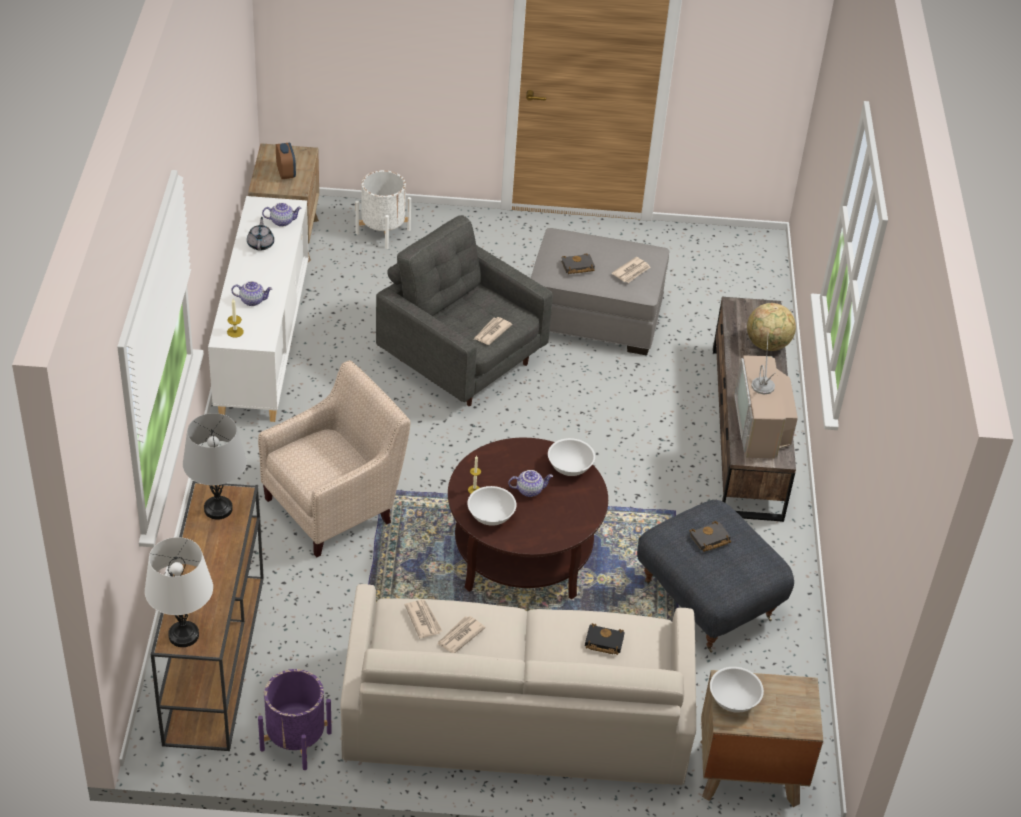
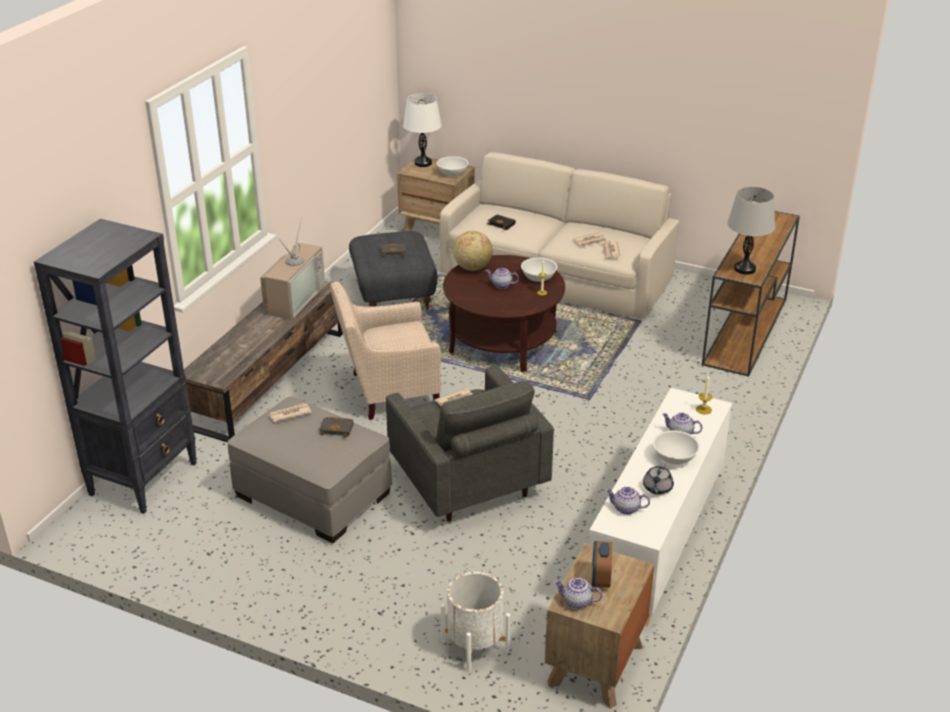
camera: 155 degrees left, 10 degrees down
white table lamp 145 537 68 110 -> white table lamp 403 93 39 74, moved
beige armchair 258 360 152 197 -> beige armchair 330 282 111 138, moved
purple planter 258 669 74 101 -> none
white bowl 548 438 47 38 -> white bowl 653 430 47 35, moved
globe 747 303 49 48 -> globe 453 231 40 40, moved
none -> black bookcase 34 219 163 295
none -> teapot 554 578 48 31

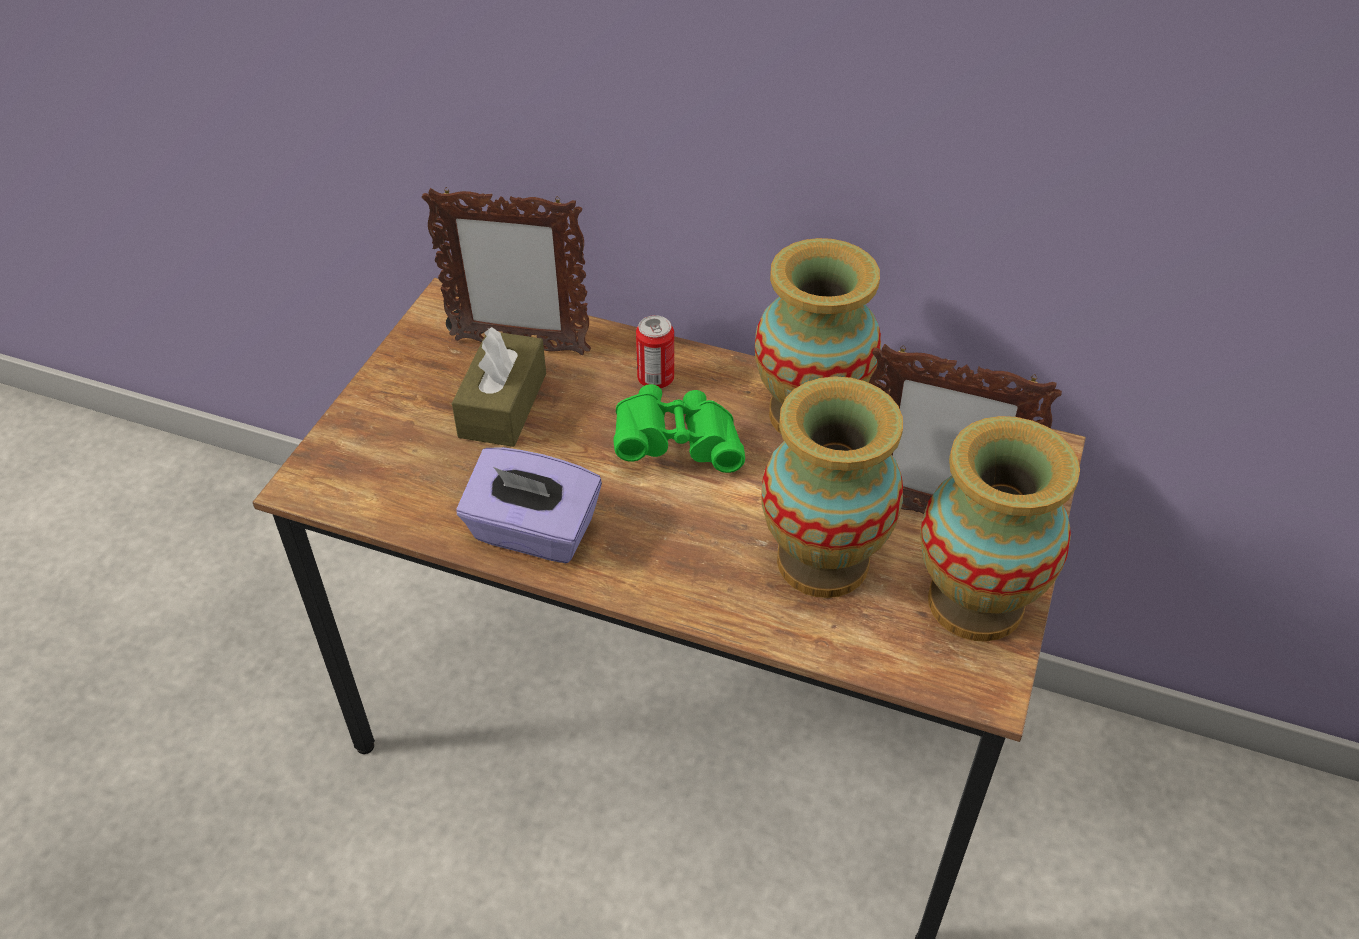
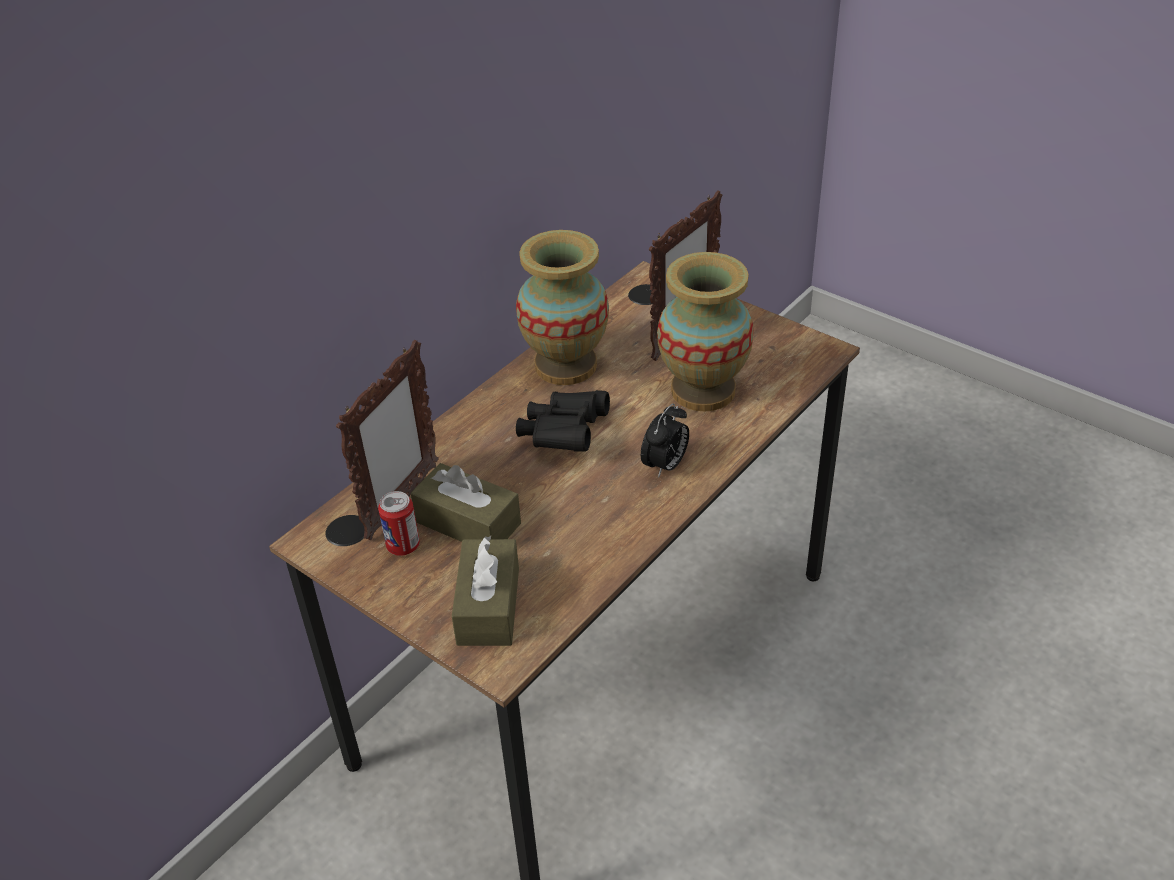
camera: 70 degrees left, 5 degrees down
purple tissue box 456 447 146 116 -> none
green binoculars 613 384 132 89 -> black binoculars 516 390 94 62
can 636 315 38 73 -> can 378 491 42 65, moved
vase 920 416 160 226 -> none
none -> brown tissue box 452 536 67 110
none -> alarm clock 641 403 48 75

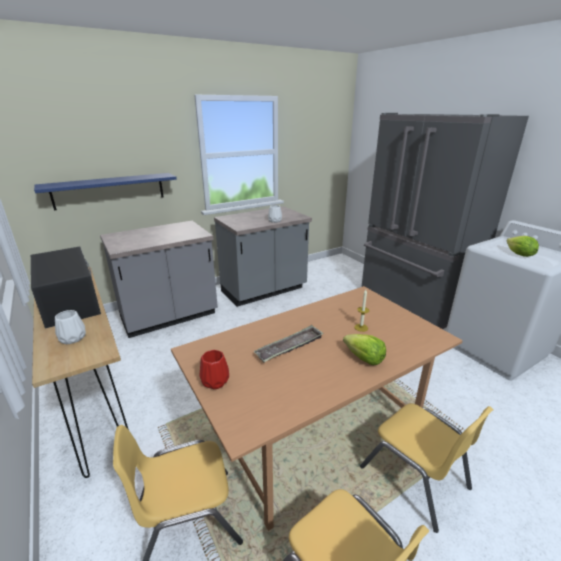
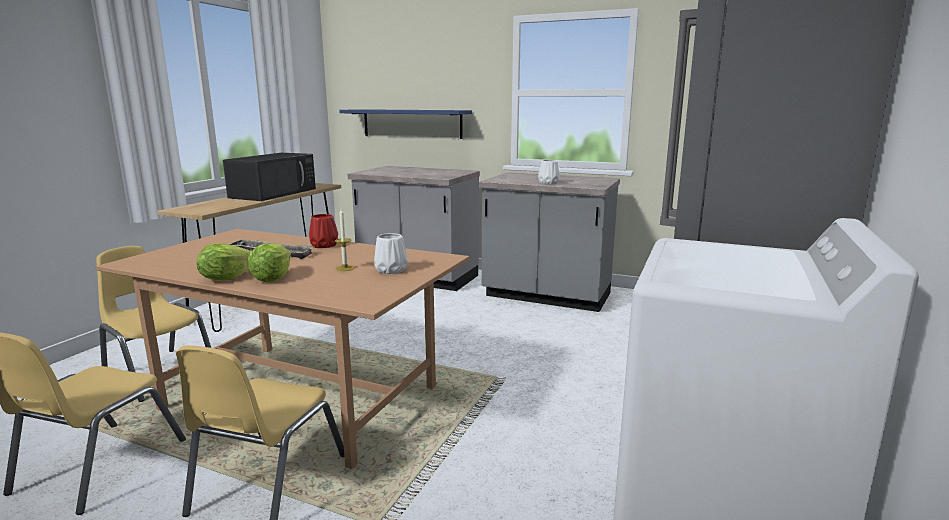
camera: 55 degrees right, 10 degrees down
white vase 55 310 31 34 -> white vase 374 233 34 41, moved
red vase 199 350 30 39 -> red vase 309 214 29 34, moved
lettuce 507 236 32 21 -> lettuce 197 244 55 36, moved

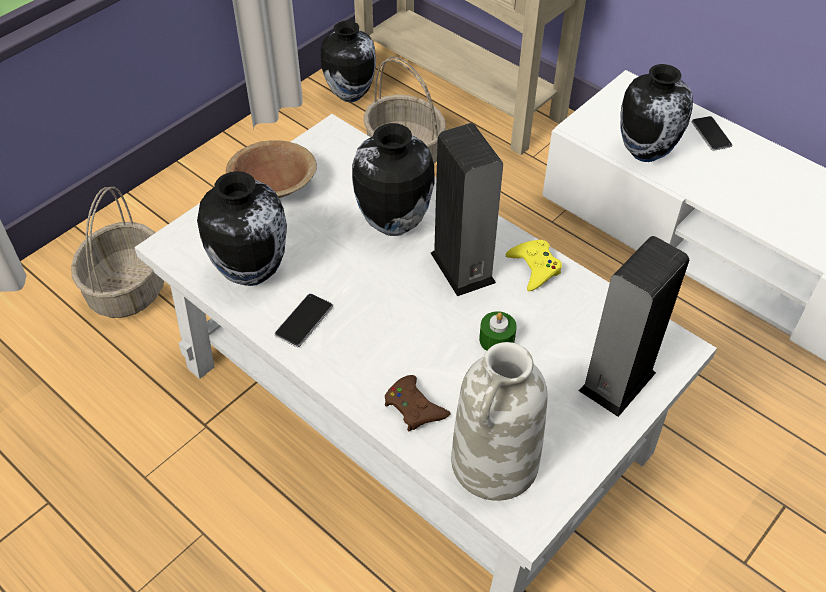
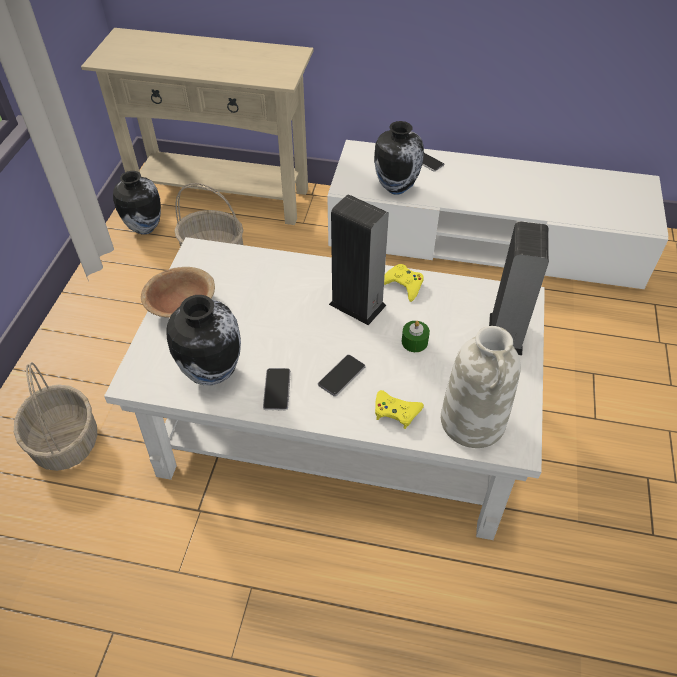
camera: 30 degrees left, 0 degrees up
vase 352 123 83 113 -> none
brown game controller 385 375 66 57 -> yellow game controller 375 390 49 39
none -> phone 318 355 47 42

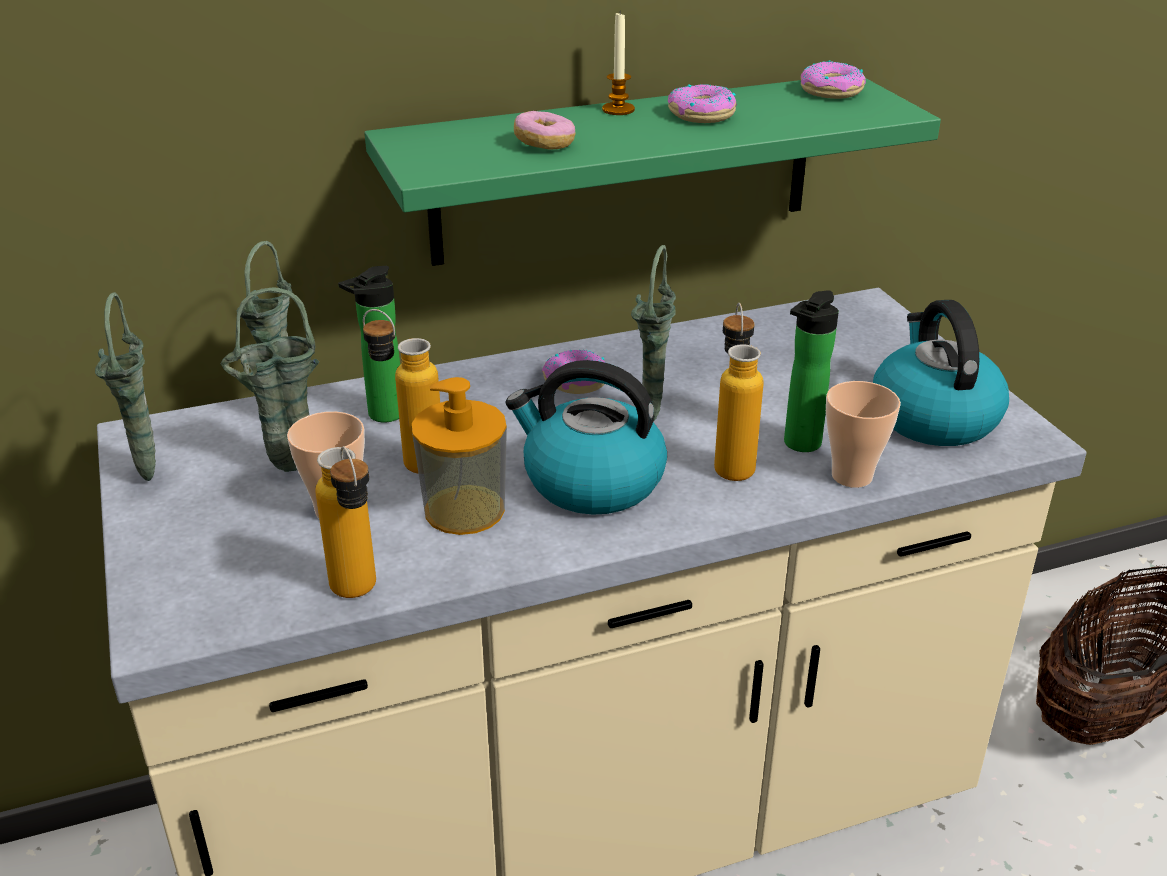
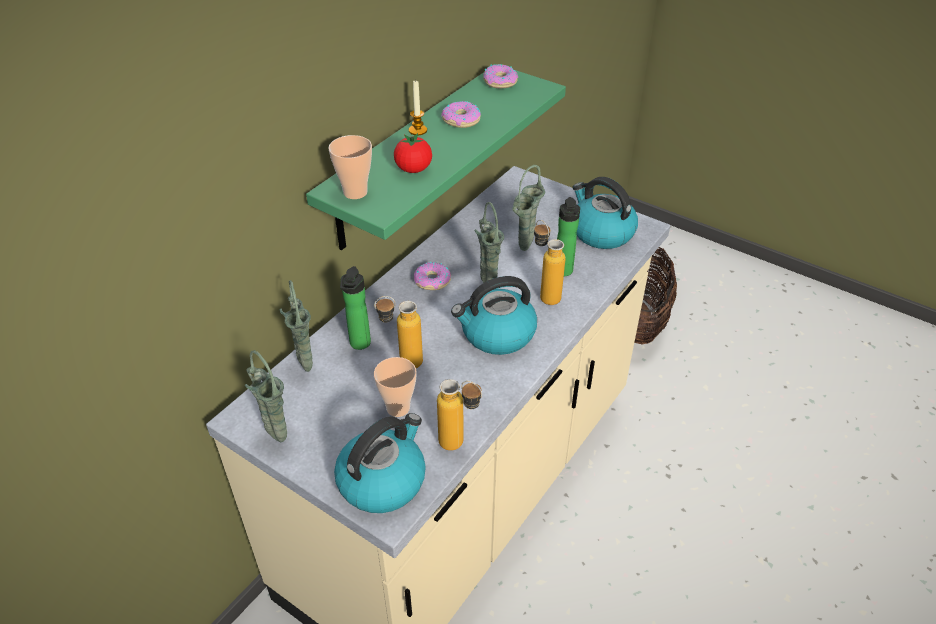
camera: 35 degrees left, 10 degrees up
green vase 221 288 98 184 -> green vase 512 165 33 86, moved
soap dispenser 412 377 95 158 -> none
donut 514 111 62 39 -> tomato 394 133 38 40
cup 826 381 75 107 -> cup 328 135 44 64, moved
none -> kettle 334 413 92 100

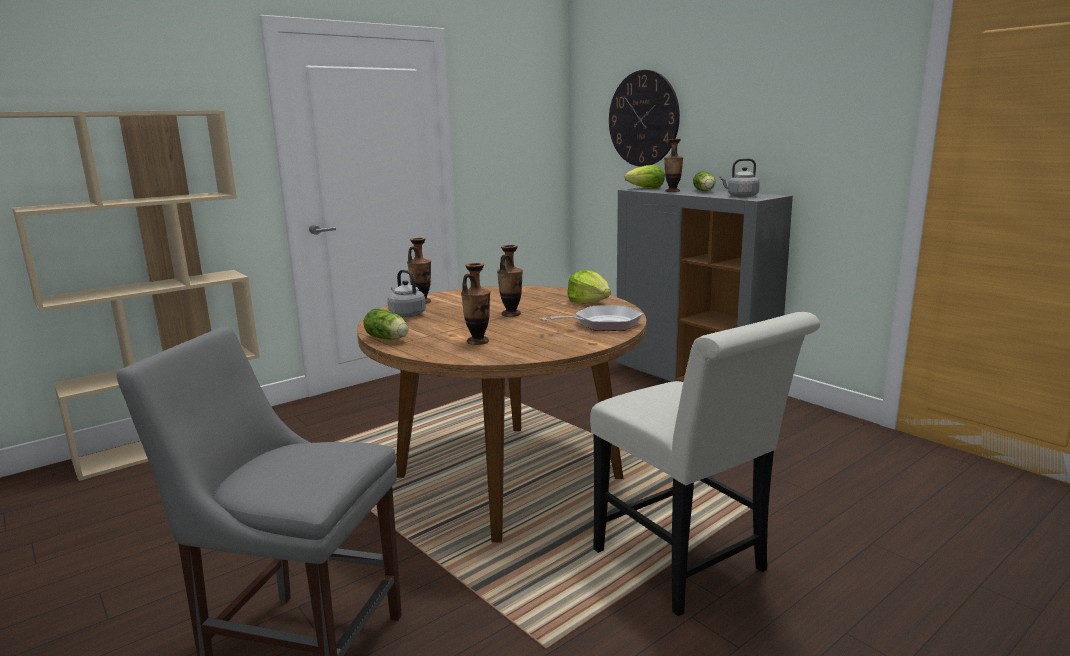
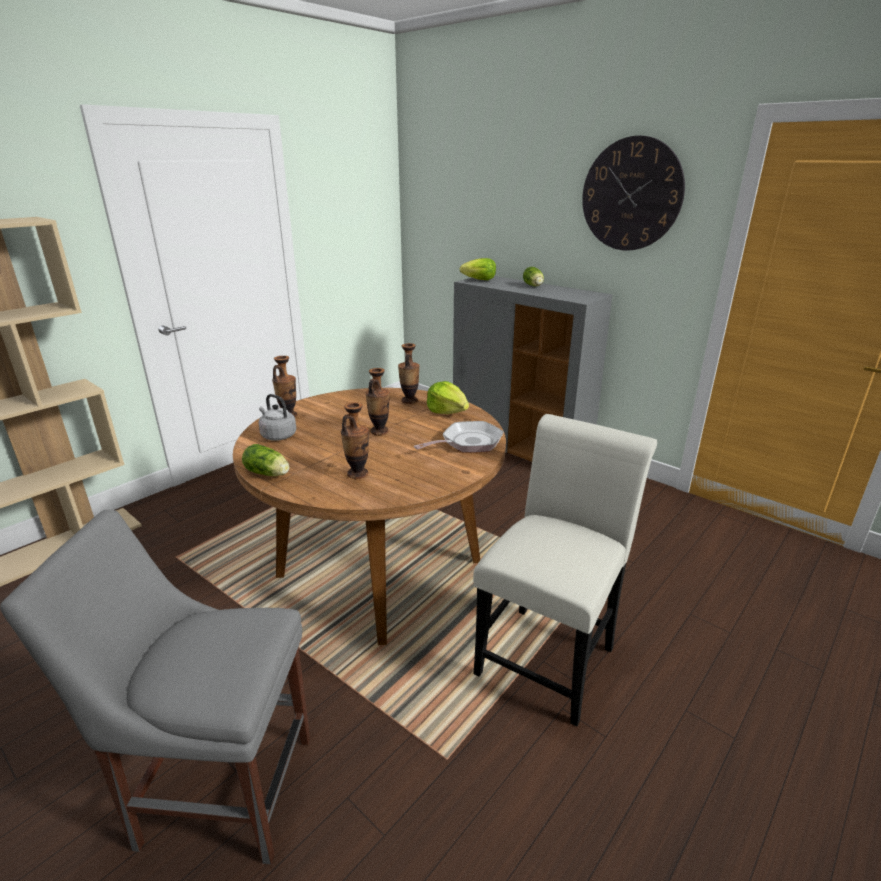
camera: 10 degrees left, 10 degrees up
white chair 590 312 230 304 -> white chair 473 414 184 312, 105 degrees counterclockwise
wall clock 609 70 71 97 -> wall clock 582 136 103 114, moved
vase 664 139 19 53 -> vase 398 343 22 61, moved
grey kettle 719 158 41 39 -> none

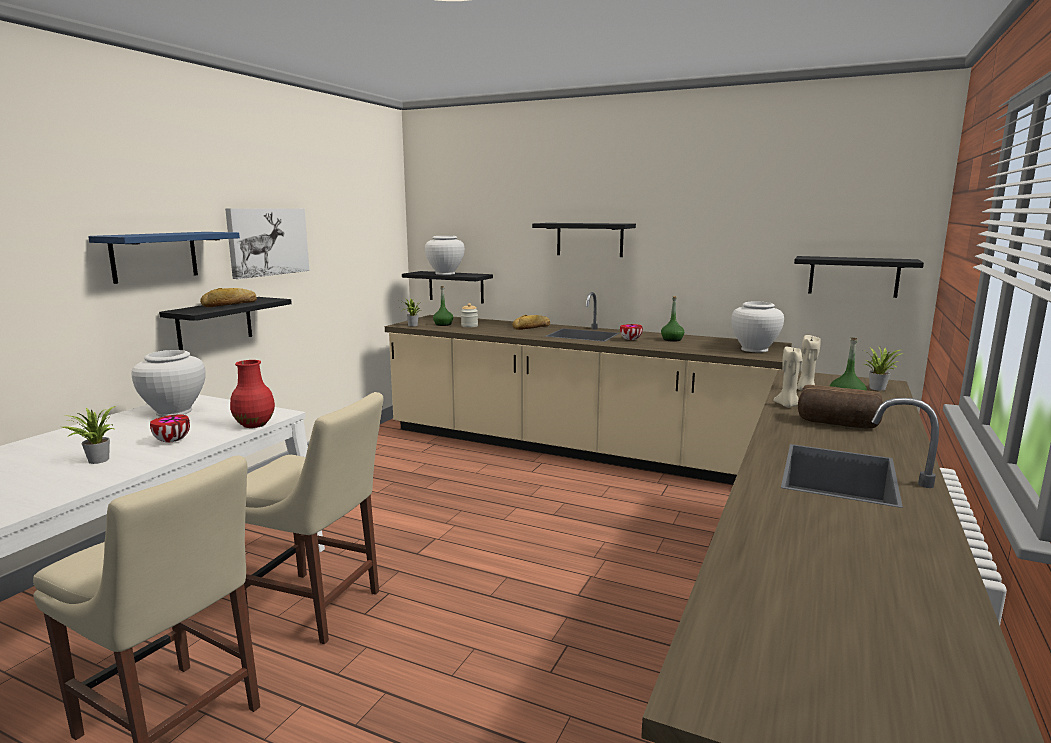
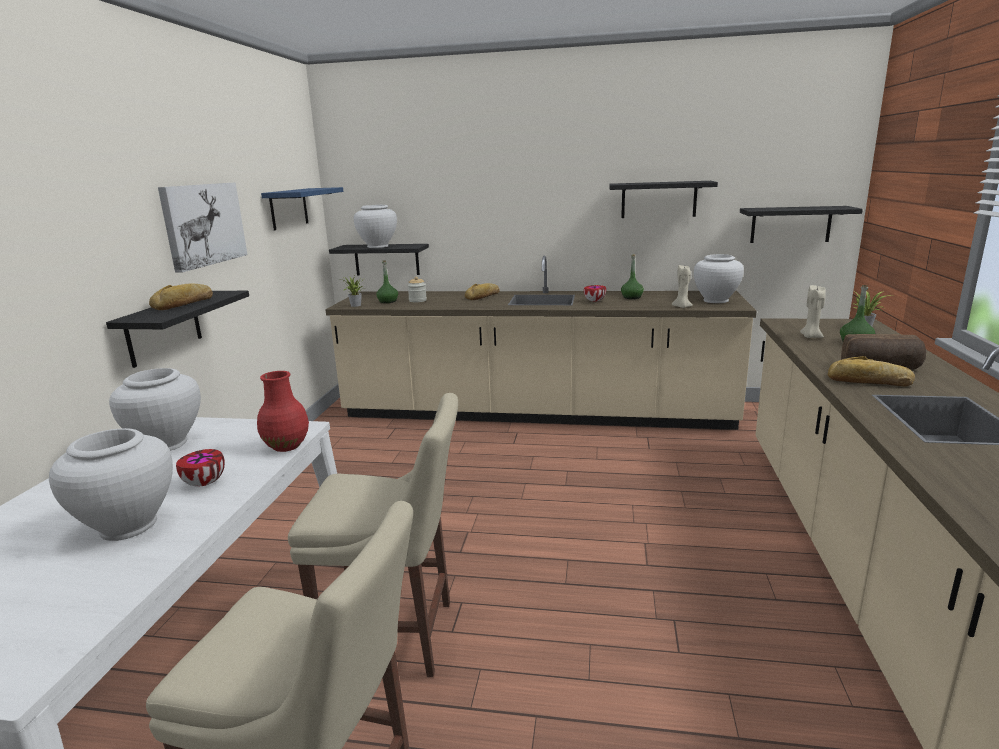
camera: 15 degrees left, 5 degrees up
potted plant 62 406 54 58 -> white vase 49 428 124 113
blue shelf 88 232 152 52 -> blue shelf 261 187 83 43, moved
black shelf 532 223 104 34 -> black shelf 609 181 109 37, moved
beige candle 773 346 29 61 -> beige candle 672 265 21 43, moved
none -> bread 828 356 87 31

